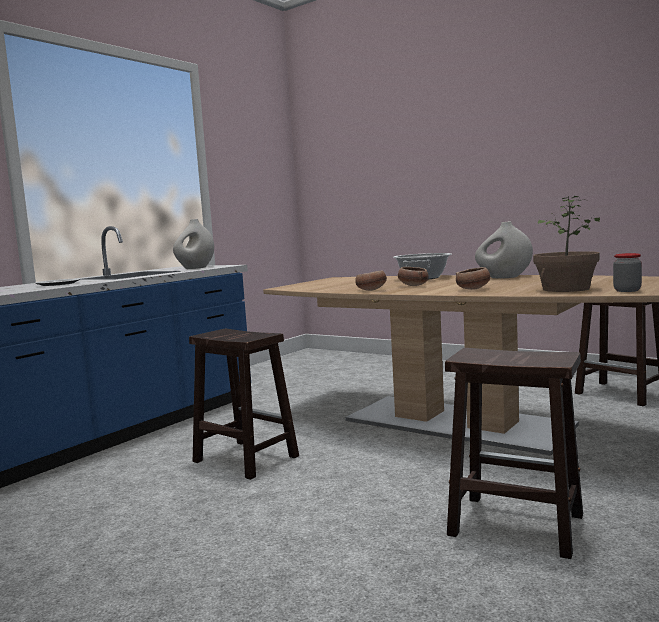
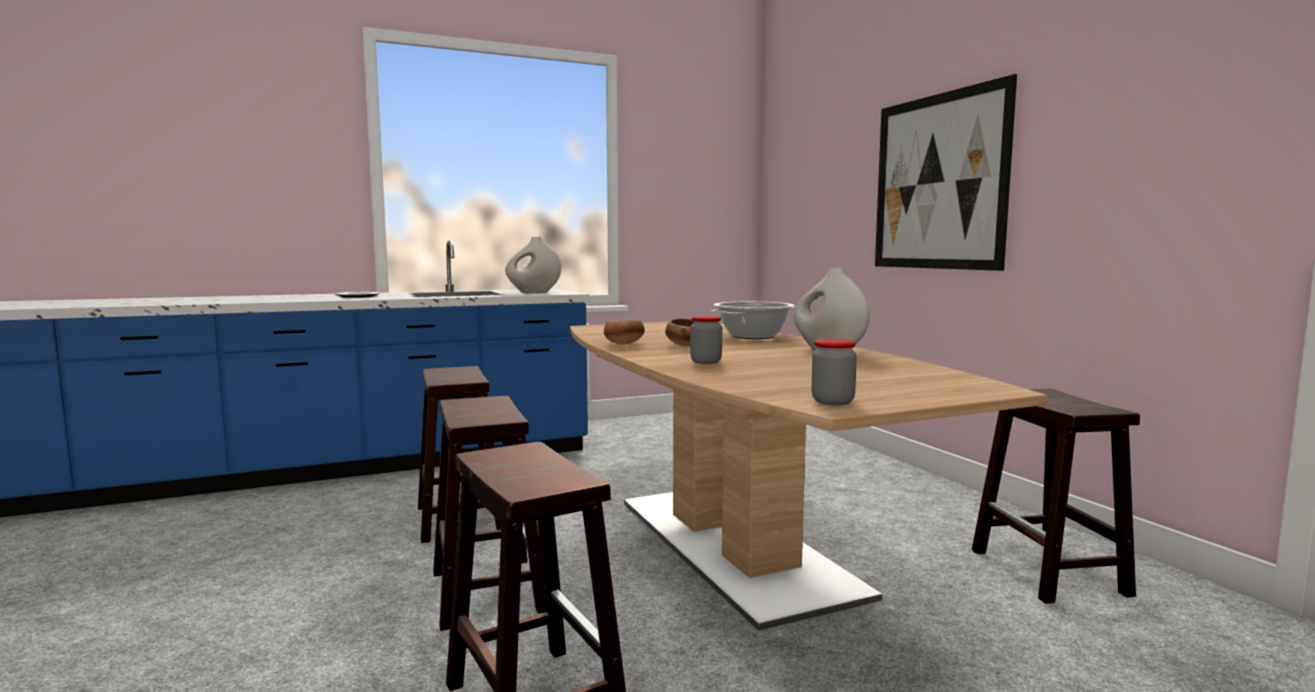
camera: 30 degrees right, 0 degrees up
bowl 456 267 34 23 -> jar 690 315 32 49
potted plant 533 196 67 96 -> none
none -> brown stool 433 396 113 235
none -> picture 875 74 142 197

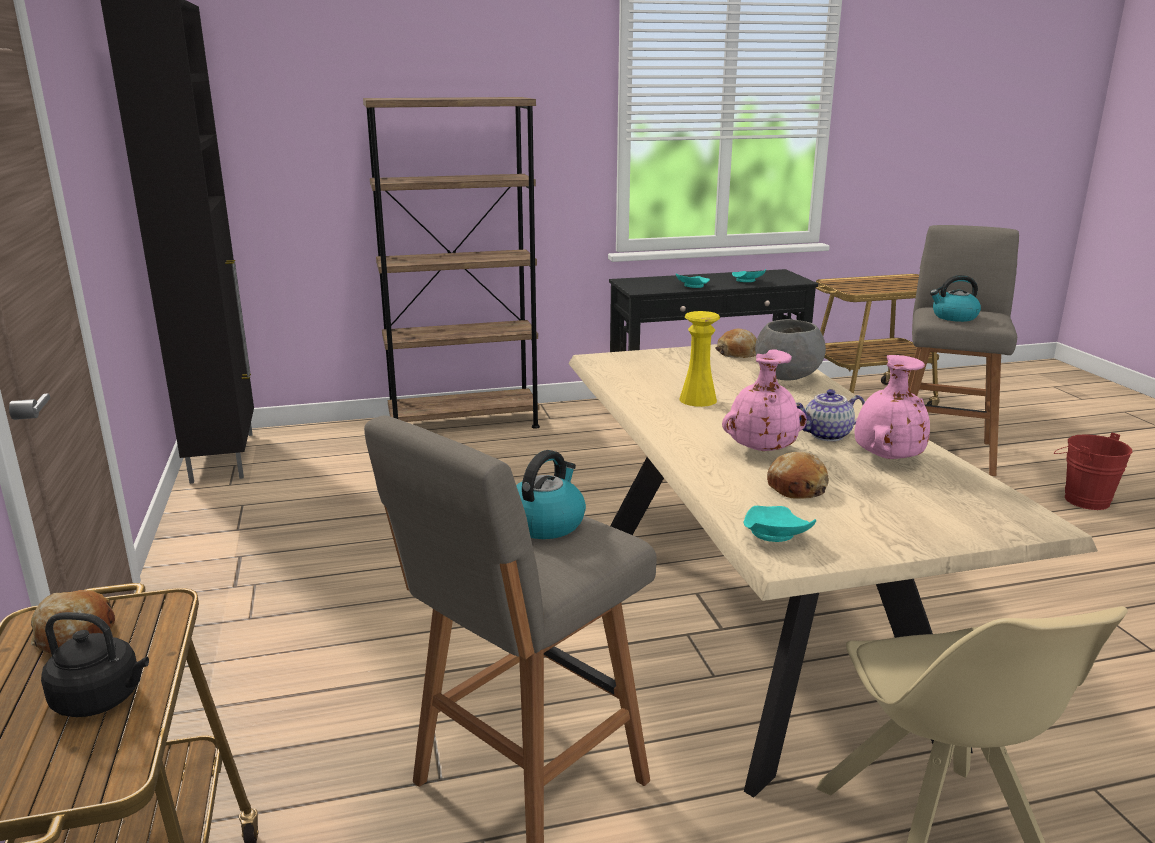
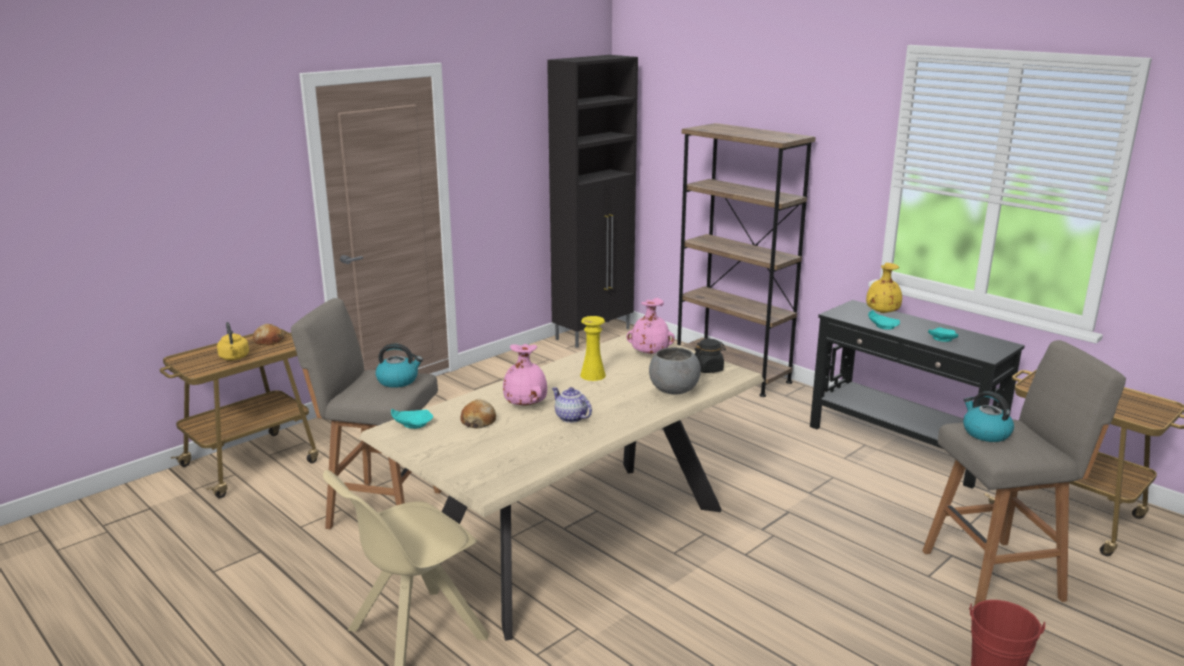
camera: 60 degrees right, 0 degrees up
black kettle 41 612 108 105 -> yellow kettle 217 322 32 38
bread 715 328 42 30 -> black jar 695 339 31 34
pink vase 855 355 75 104 -> pink vase 627 298 48 56, moved
none -> yellow vase 866 263 36 50

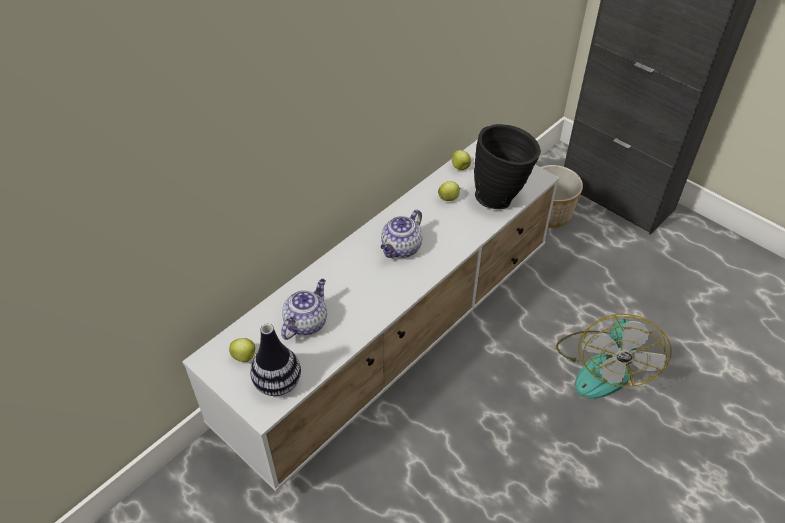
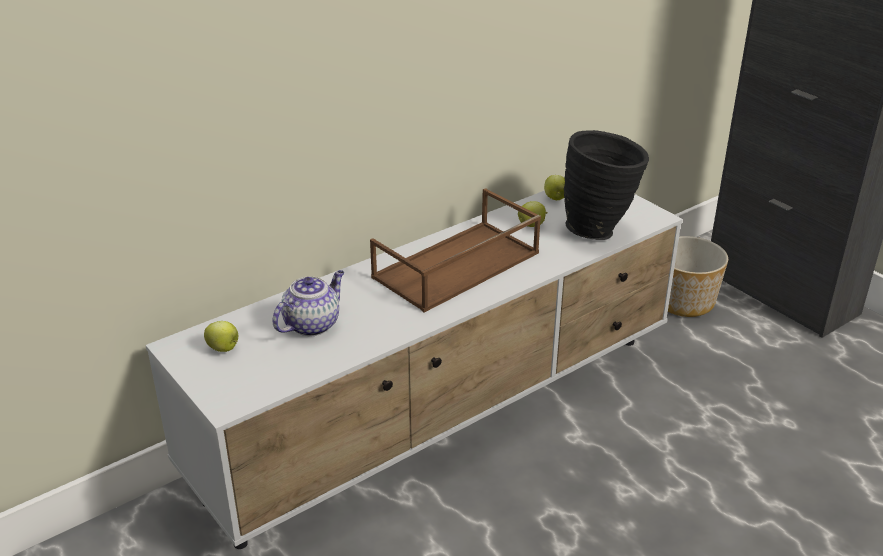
camera: 10 degrees right, 15 degrees down
vase 250 324 51 72 -> none
teapot 381 209 41 49 -> brown tray 370 188 171 125
fan 556 314 116 85 -> none

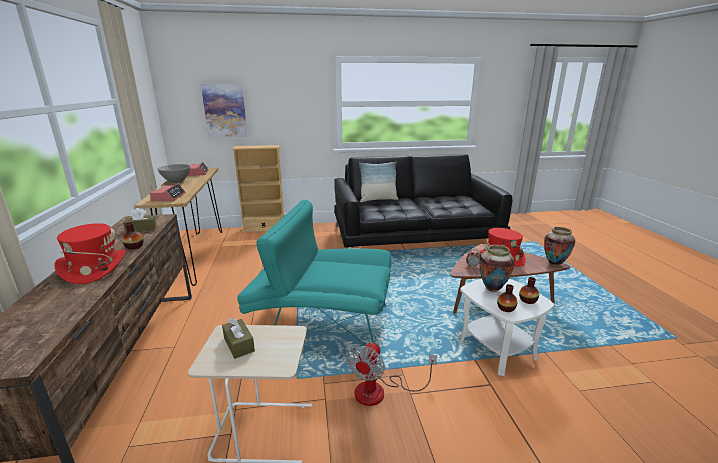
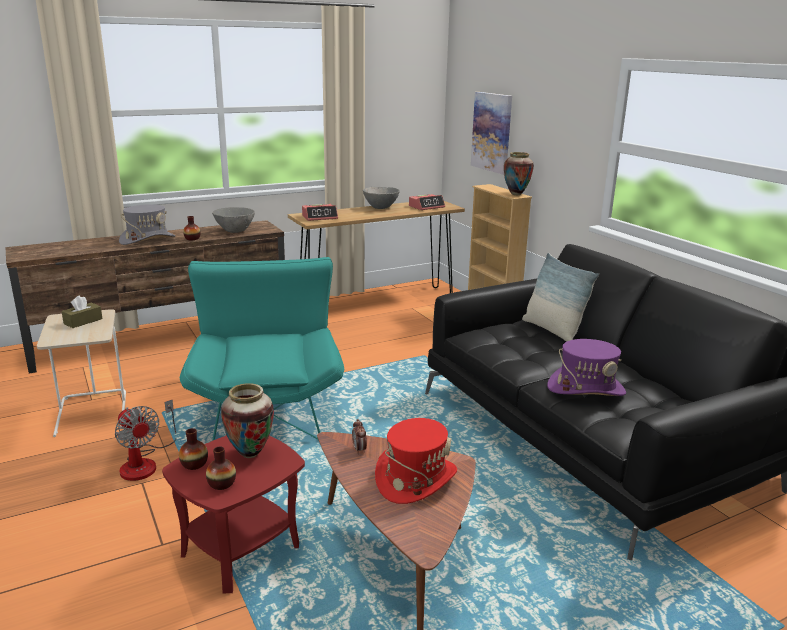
camera: 70 degrees right, 0 degrees up
red hat 54 223 72 61 -> grey hat 119 204 56 41
brown tissue box 123 208 34 24 -> grey bowl 212 207 43 26
fan 347 342 90 64 -> fan 115 400 61 81, 135 degrees counterclockwise
white side table 460 278 94 98 -> red side table 162 435 143 158
vase 544 227 31 39 -> vase 504 152 30 43, moved
none -> purple hat 547 339 79 57

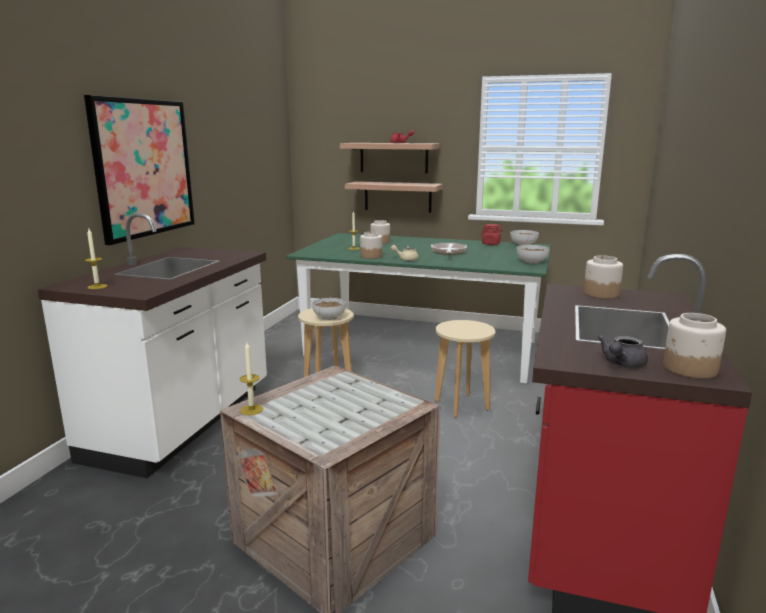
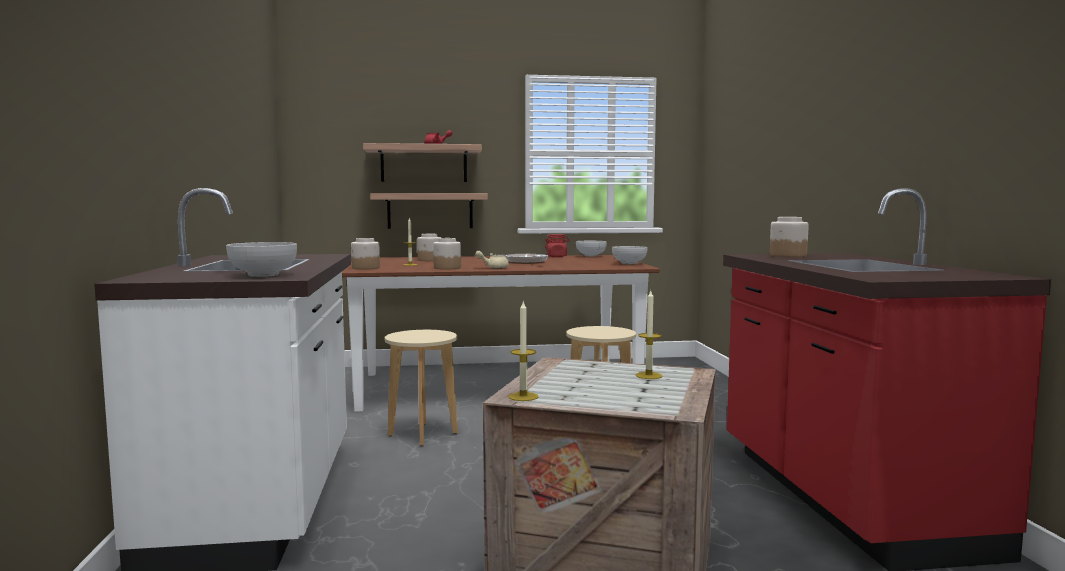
camera: 25 degrees left, 10 degrees down
picture 84 95 111 150 -> none
candle 85 229 22 60 -> candle 635 291 28 88, moved
green dining table 287 233 264 150 -> brown dining table 342 255 318 157
bowl 312 298 34 22 -> bowl 226 242 71 35, moved
grey teapot 597 335 51 32 -> none
jar 663 313 63 66 -> jar 351 238 29 32, moved

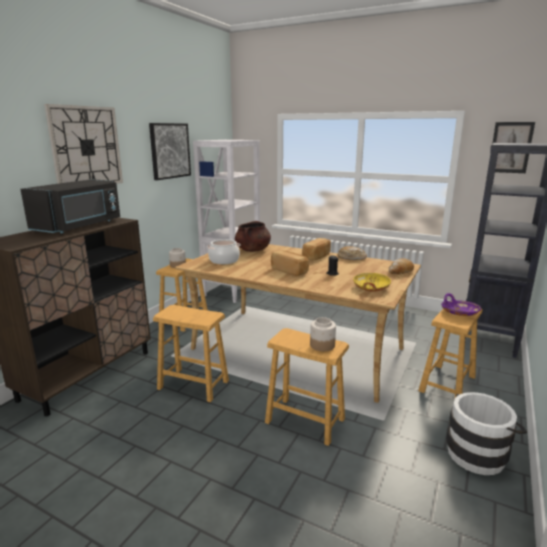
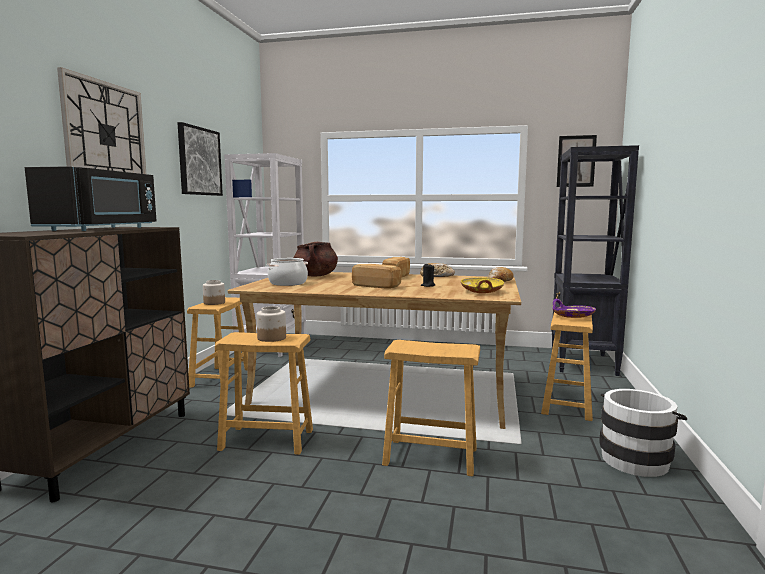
camera: 15 degrees left, 10 degrees down
jar 310 317 26 34 -> jar 256 306 30 36, moved

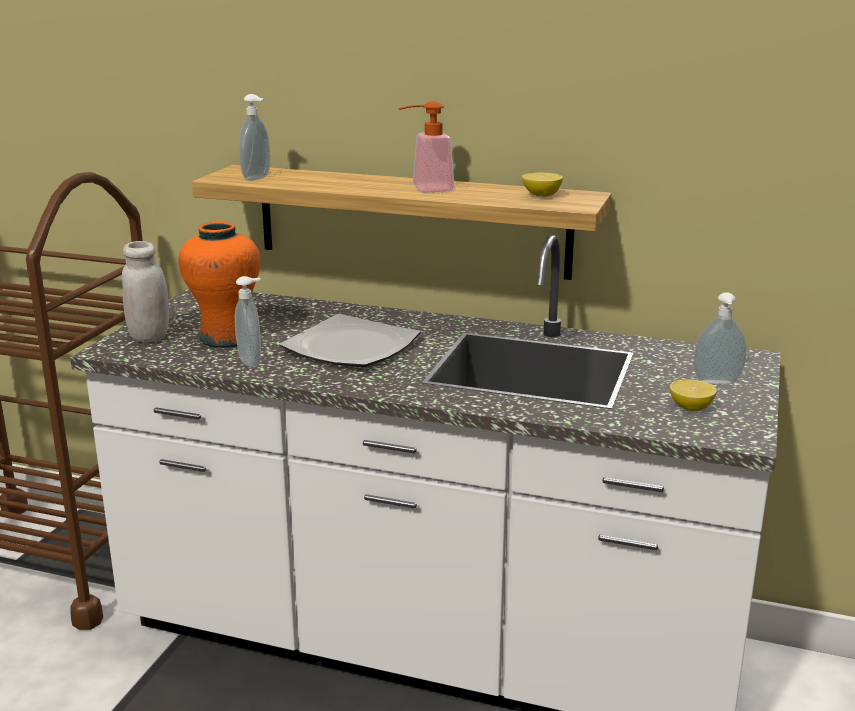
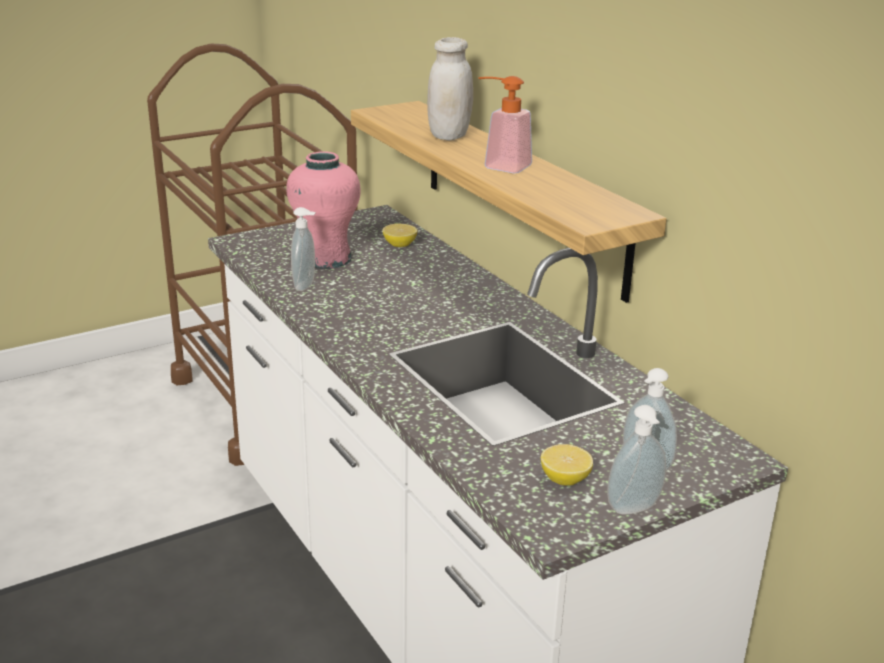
camera: 40 degrees right, 5 degrees up
white jar 122 241 47 102 -> white jar 427 37 46 104, moved
orange vase 179 222 82 126 -> pink vase 286 151 75 118
soap dispenser 239 94 31 87 -> soap dispenser 607 405 59 110, moved
plate 279 314 141 53 -> none
lemon 522 173 41 24 -> lemon 383 224 34 23, moved

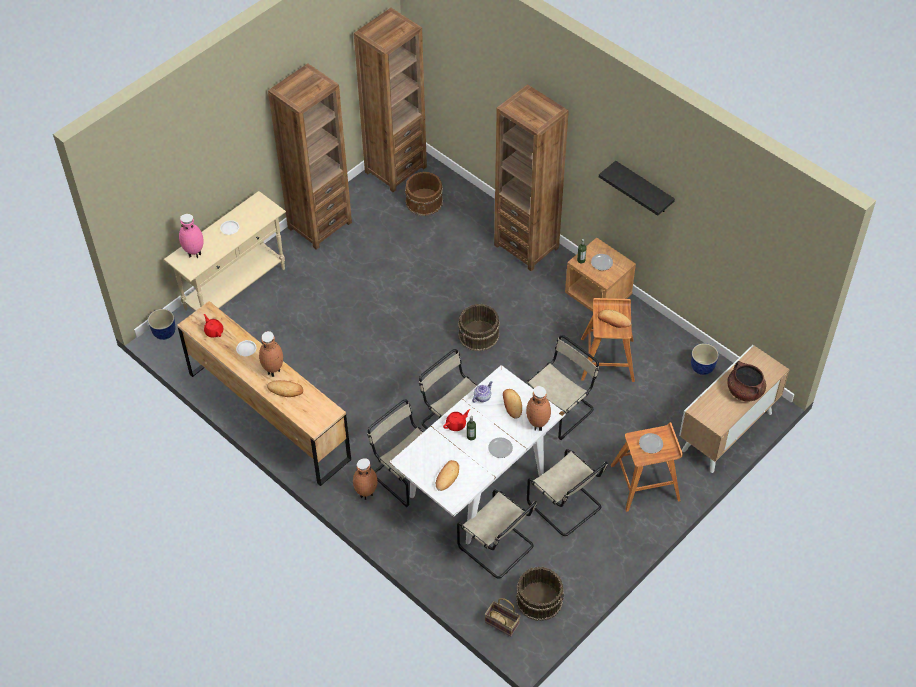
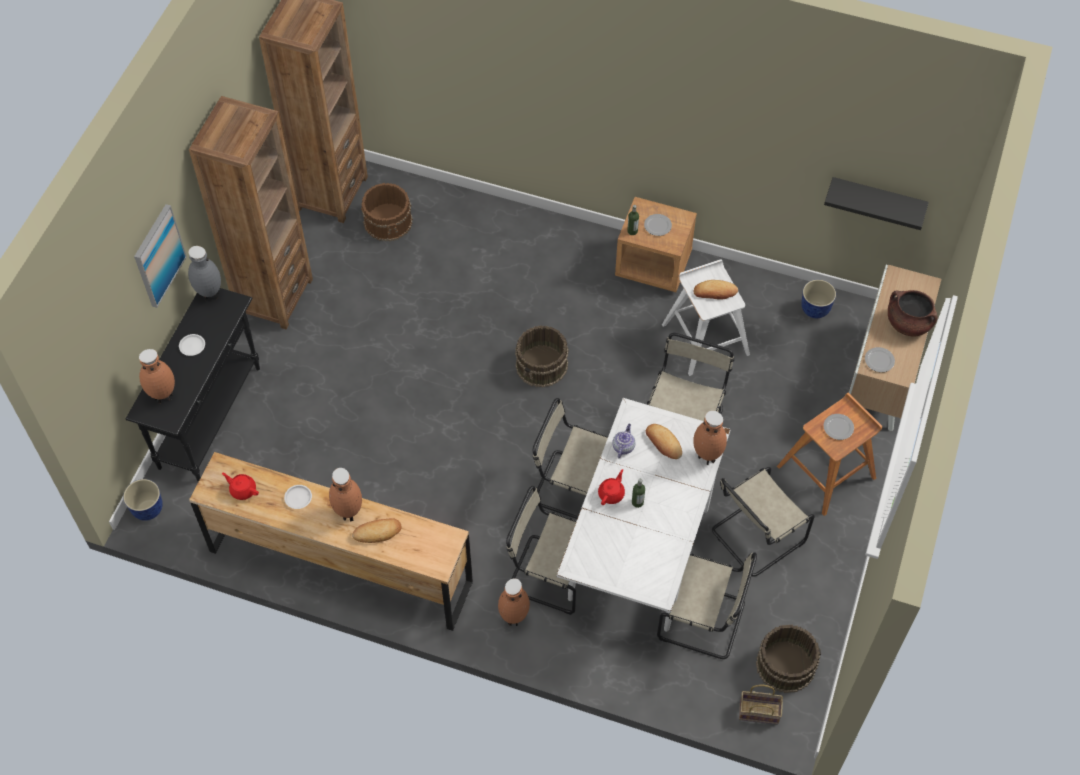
camera: 25 degrees left, 5 degrees up
beige console table 164 191 122 120 -> black console table 126 288 134 194
pink vase 179 214 25 44 -> brown vase 139 349 36 55
bread 436 460 23 31 -> none
plate 488 437 25 21 -> plate 865 347 30 25, moved
brown bookcase 494 84 75 187 -> none
beige chair 527 449 81 87 -> beige chair 712 467 103 109, 120 degrees clockwise
brown stool 581 298 54 84 -> white stool 662 259 88 117
black shelf 599 161 76 55 -> black shelf 824 177 105 53, moved
none -> picture 134 204 53 104
none -> grey vase 188 246 33 55

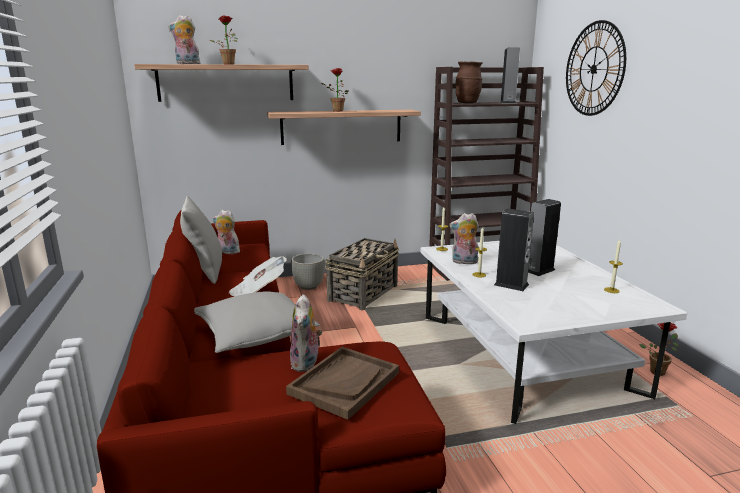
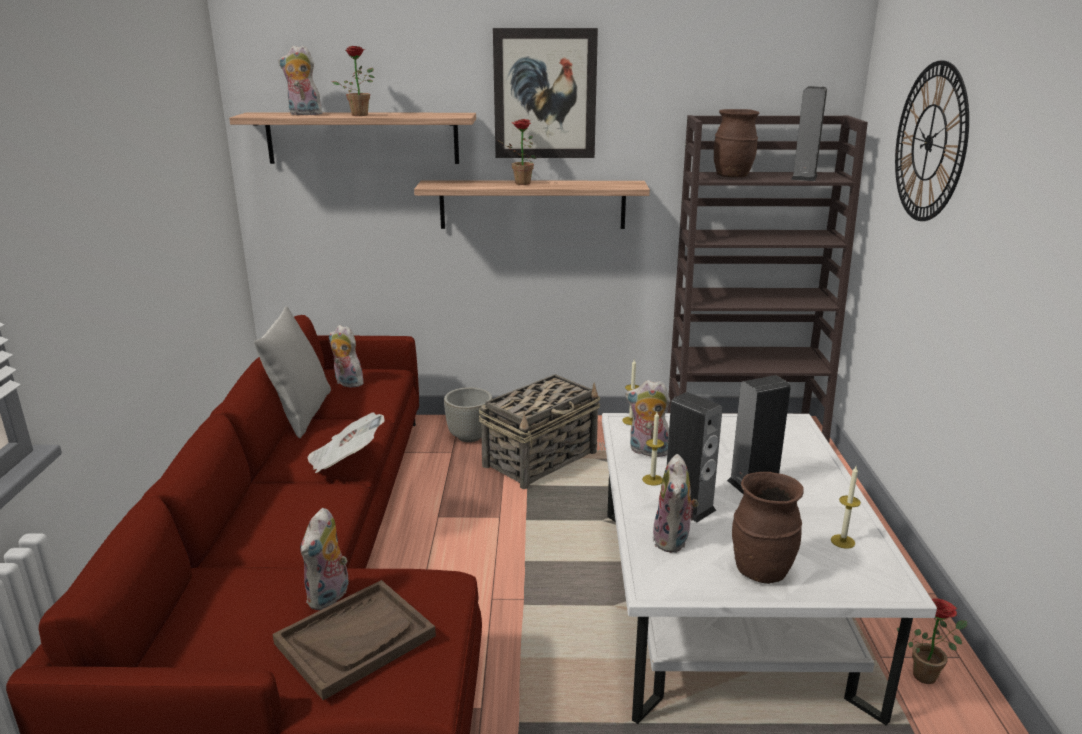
camera: 15 degrees right, 5 degrees up
grey pillow 194 291 126 62 -> none
none -> picture 493 28 105 130
none -> plush toy 652 454 47 99
none -> brown vase 732 472 72 112

